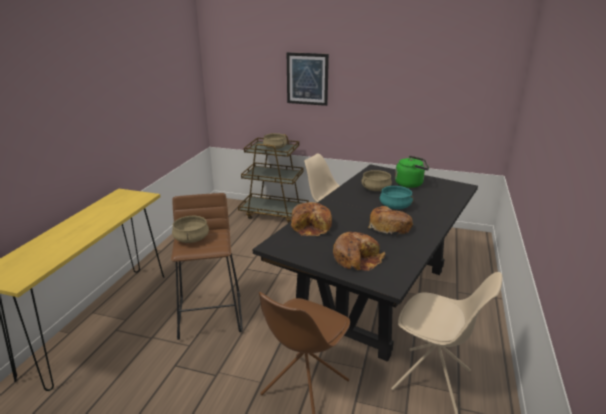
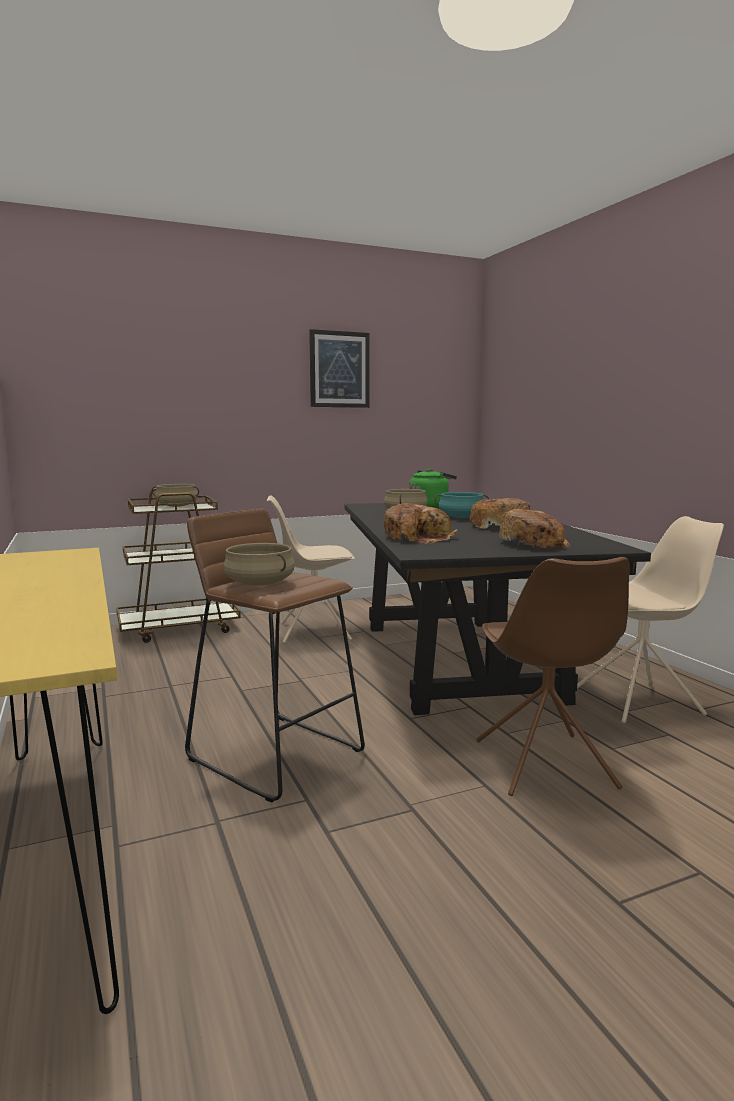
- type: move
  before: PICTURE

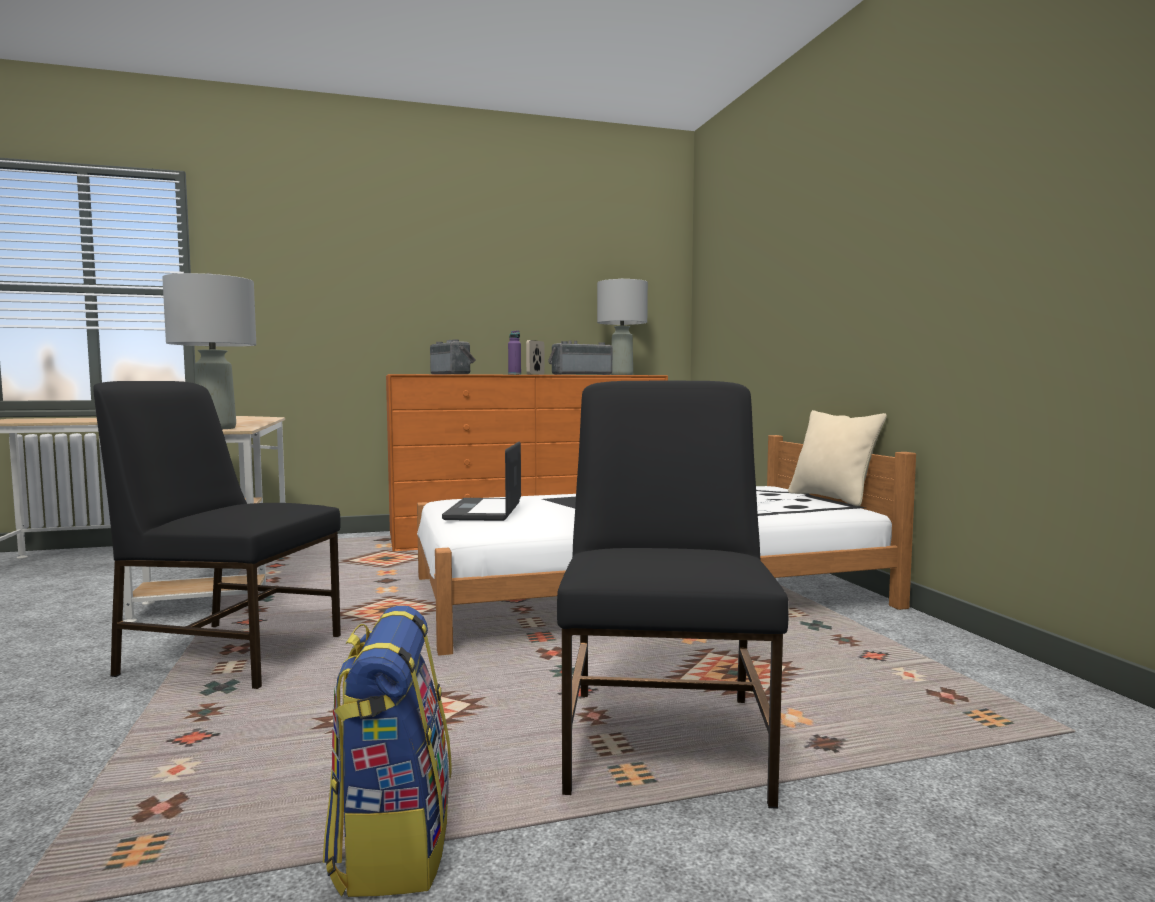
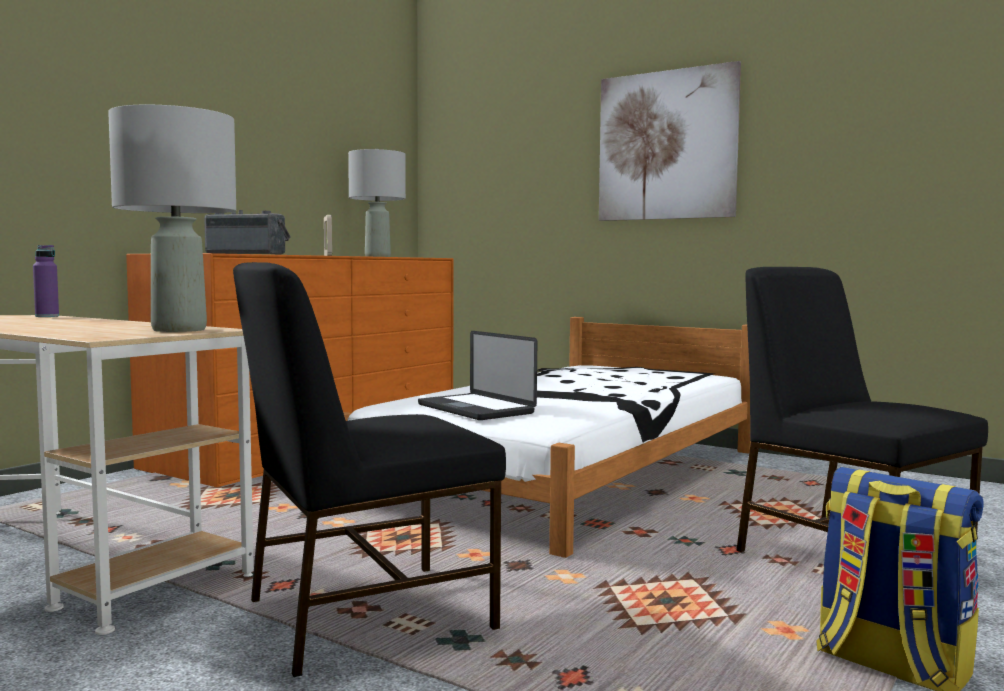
- type: delete
  before: RADIO (2nd from left)
- type: delete
  before: SAND-COLOURED CUSHION
- type: insert
  after: PICTURE
- type: move
  before: PURPLE BOTTLE

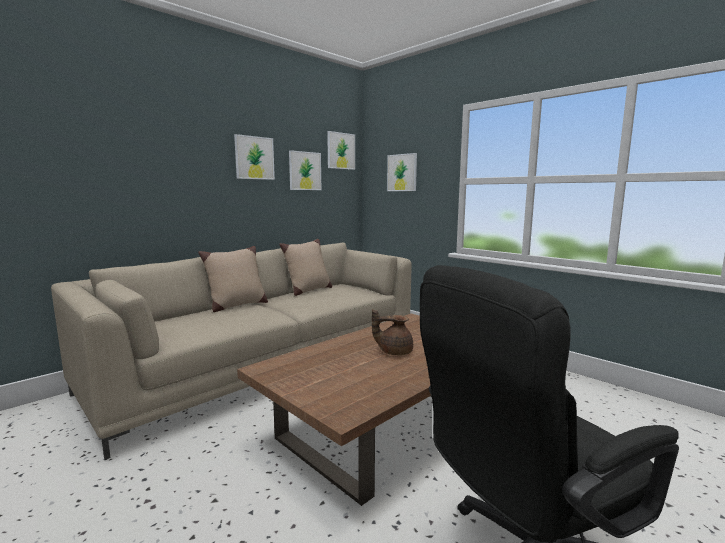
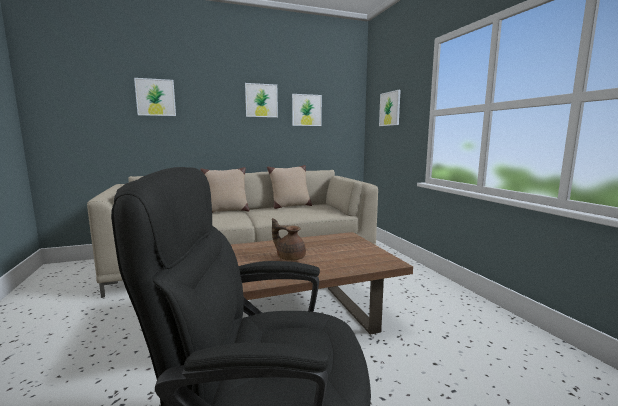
- type: move
  before: PICTURE (3rd from left in the first image)
  after: PICTURE (1st from left)

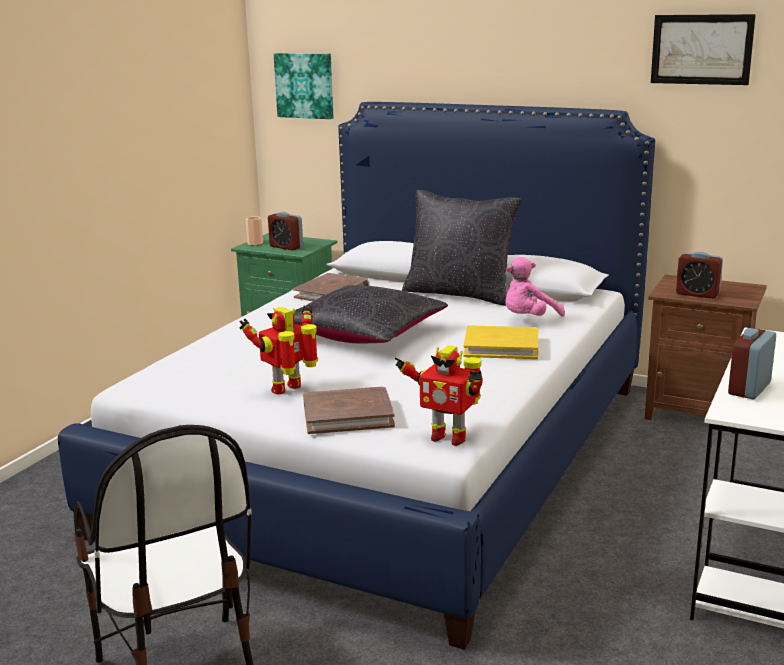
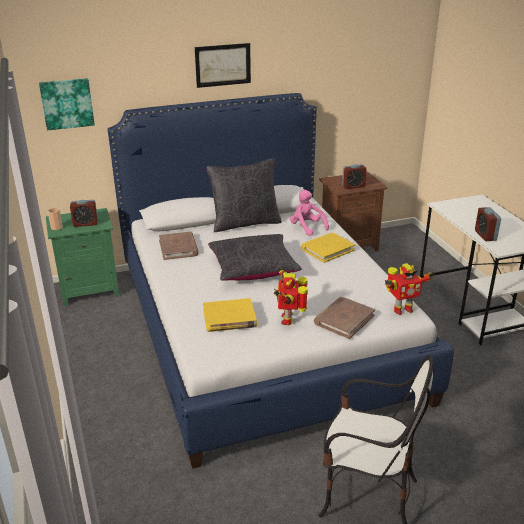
- type: insert
  after: YELLOW BOUND BOOK (1st from left)
- type: move
  before: PICTURE (2nd from left)
- type: rotate
  before: PINK PLUSH TOY
  turn: 135

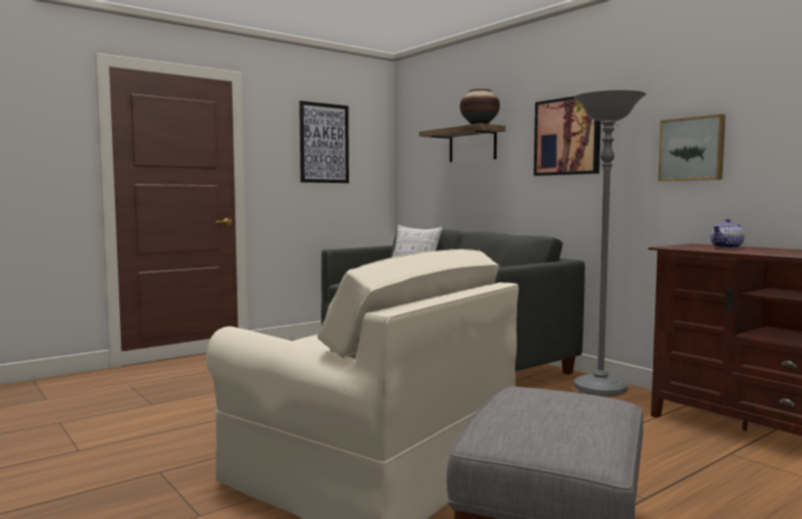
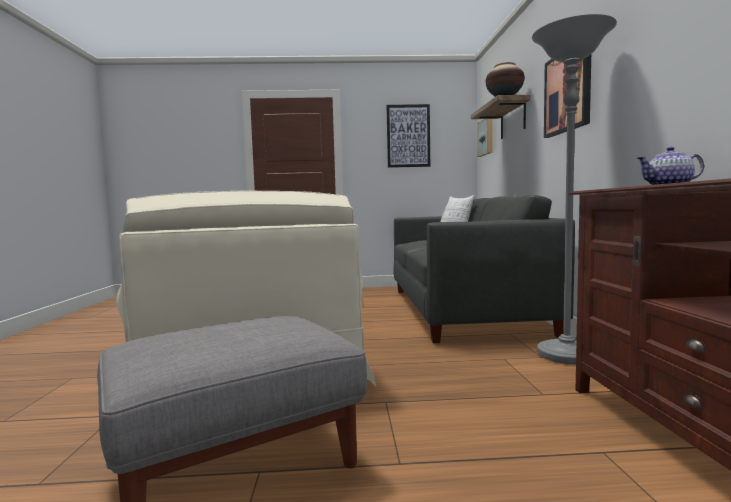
- type: move
  before: PICTURE (3rd from left in the first image)
  after: PICTURE (2nd from left)

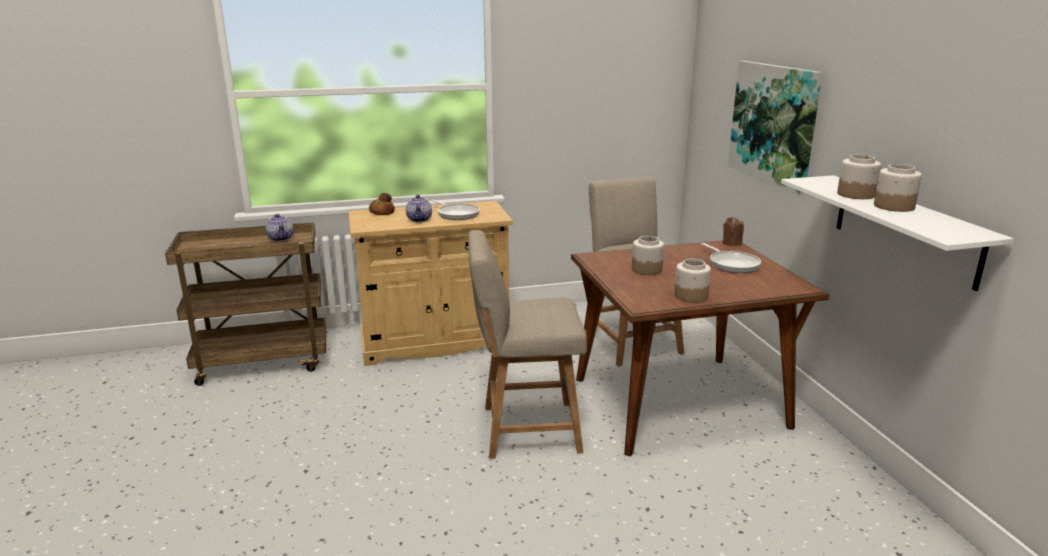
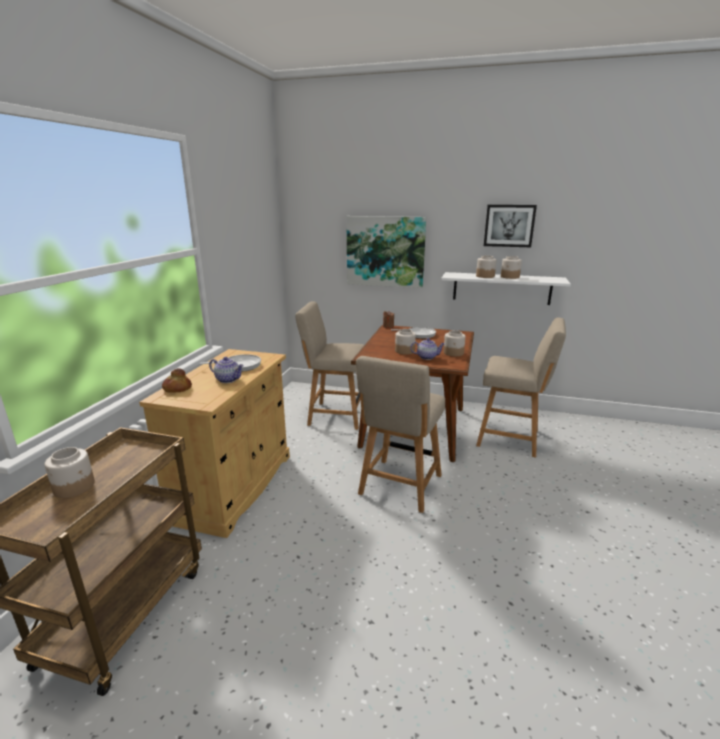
- type: insert
  after: STORAGE JAR (1st from left)
- type: insert
  after: SAND-COLOURED PLAIN CHAIR (3rd from left)
- type: insert
  after: PICTURE (2nd from left)
- type: move
  before: TEA POT (1st from left in the first image)
  after: TEA POT (2nd from left)

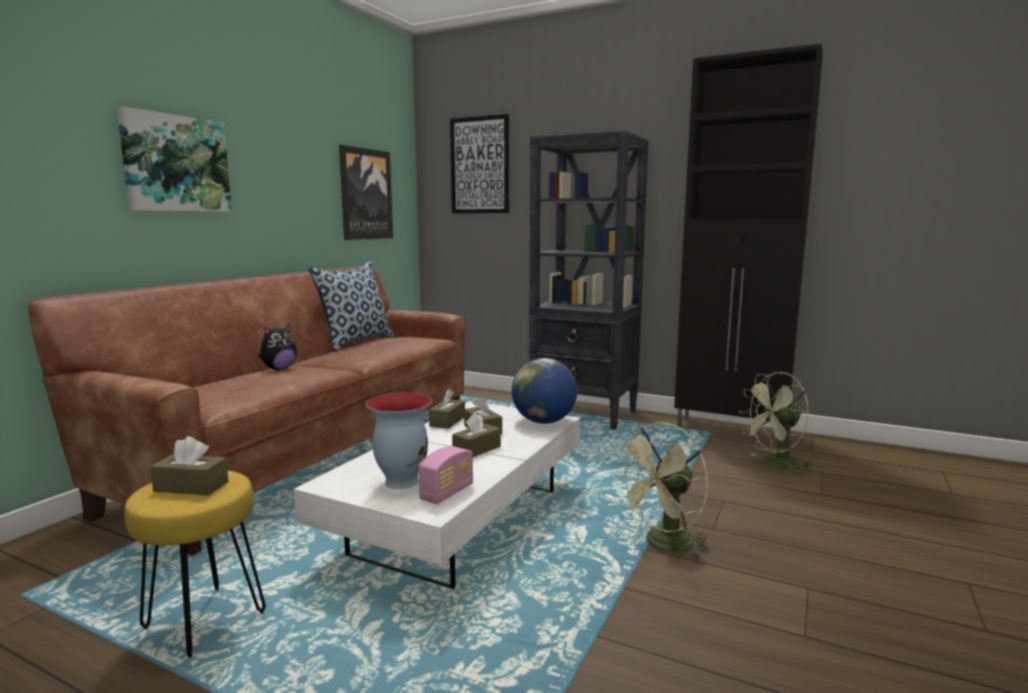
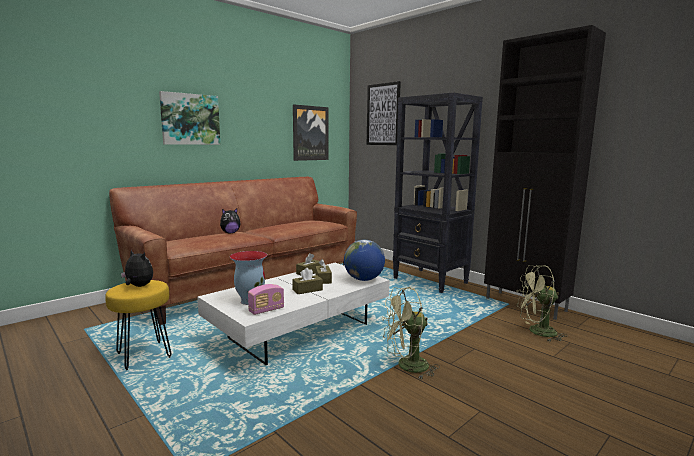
- type: delete
  before: CUSHION
- type: replace
  before: BROWN TISSUE HOLDER (1st from left)
  after: PLUSH TOY (1st from left)

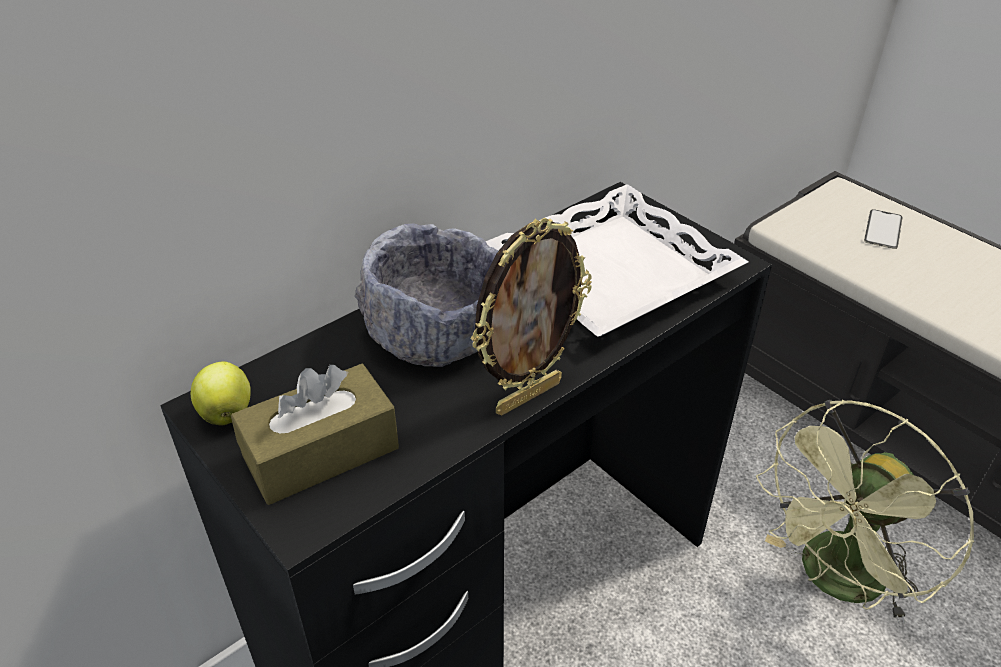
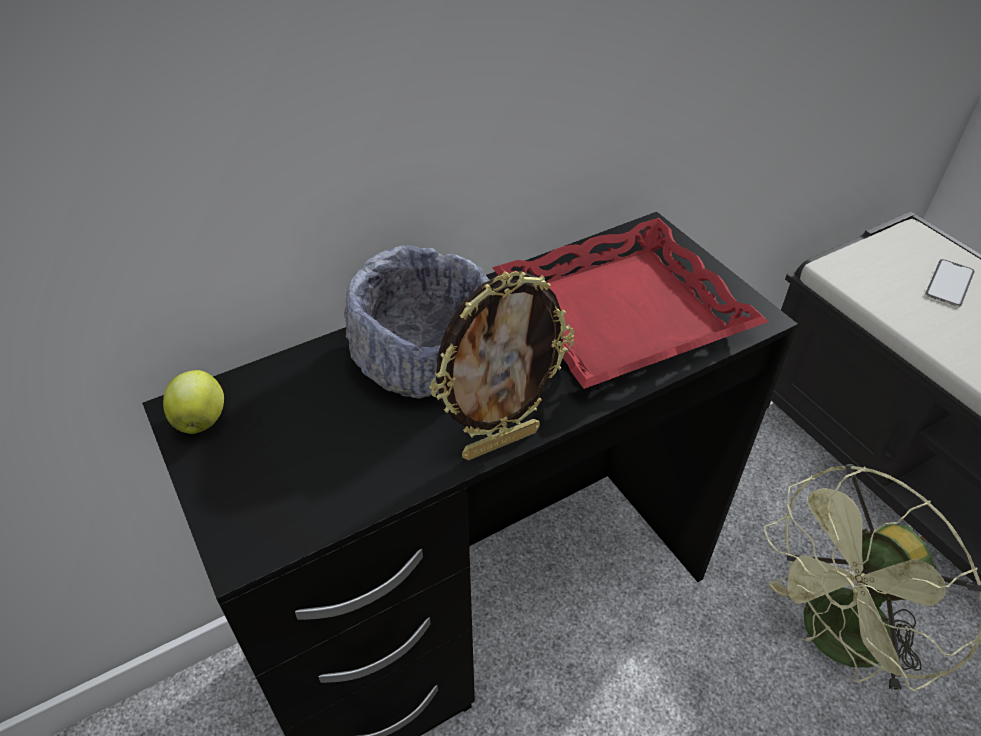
- type: delete
  before: BROWN TISSUE HOLDER
- type: recolor
  before: WHITE-COLOURED TRAY
  after: REDDISH TRAY

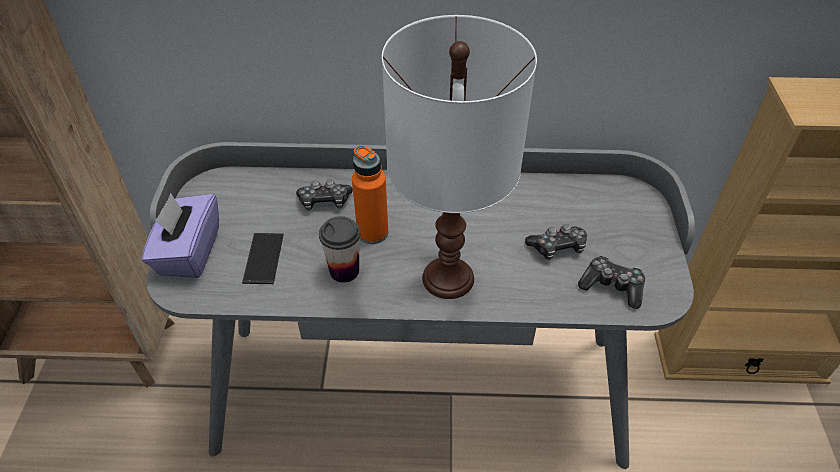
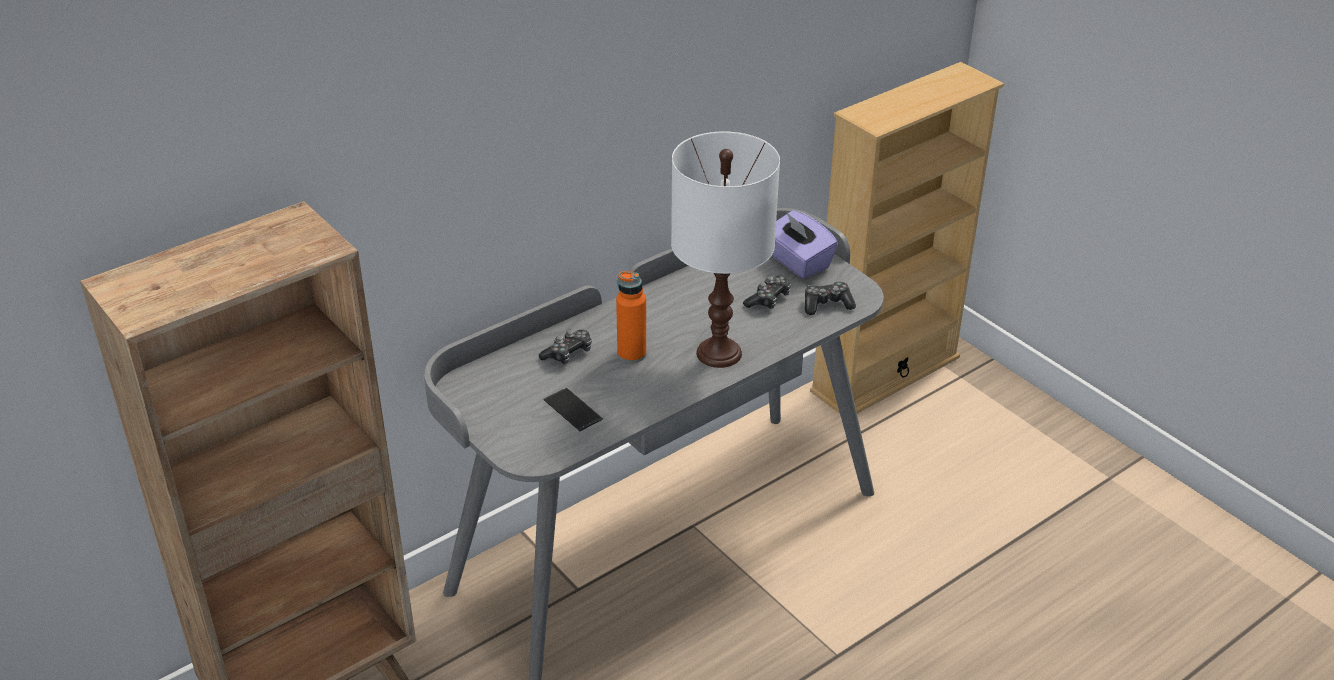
- type: delete
  before: CUP
- type: move
  before: PURPLE TISSUE HOLDER

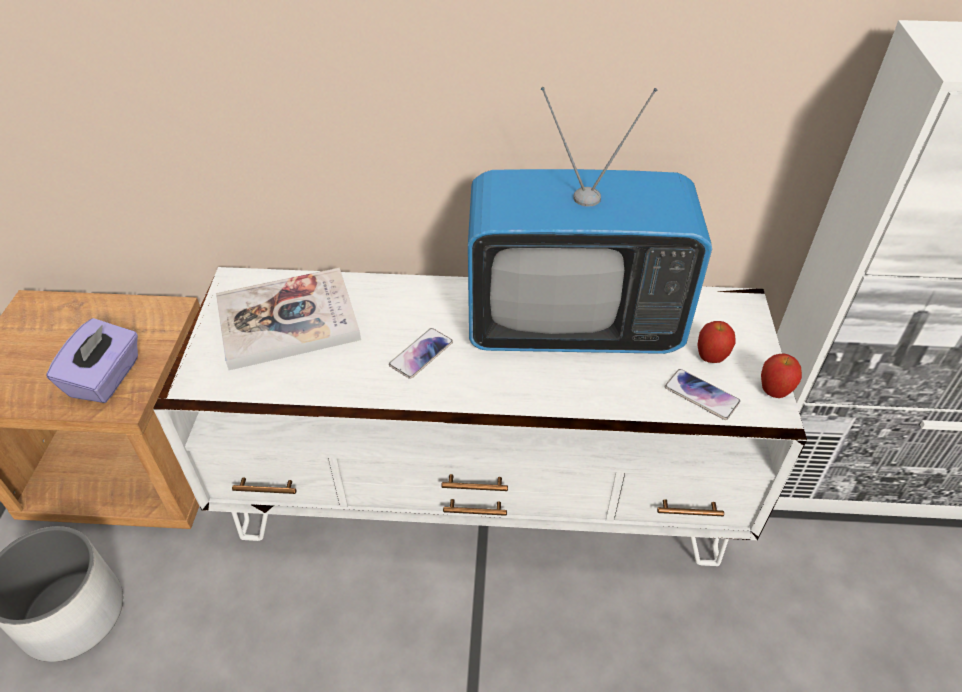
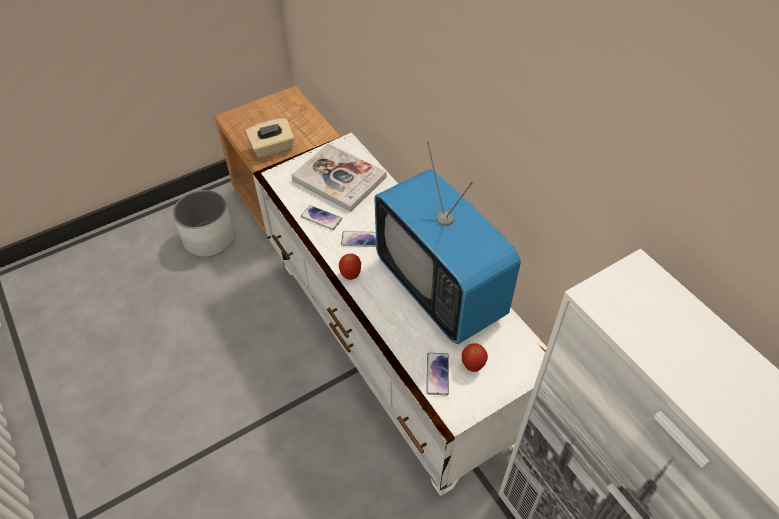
- type: insert
  after: HANDSET (1st from left)
- type: move
  before: APPLE FRUIT (2nd from left in the first image)
  after: APPLE FRUIT (1st from left)
- type: recolor
  before: PURPLE TISSUE HOLDER
  after: SAND-COLOURED TISSUE HOLDER

